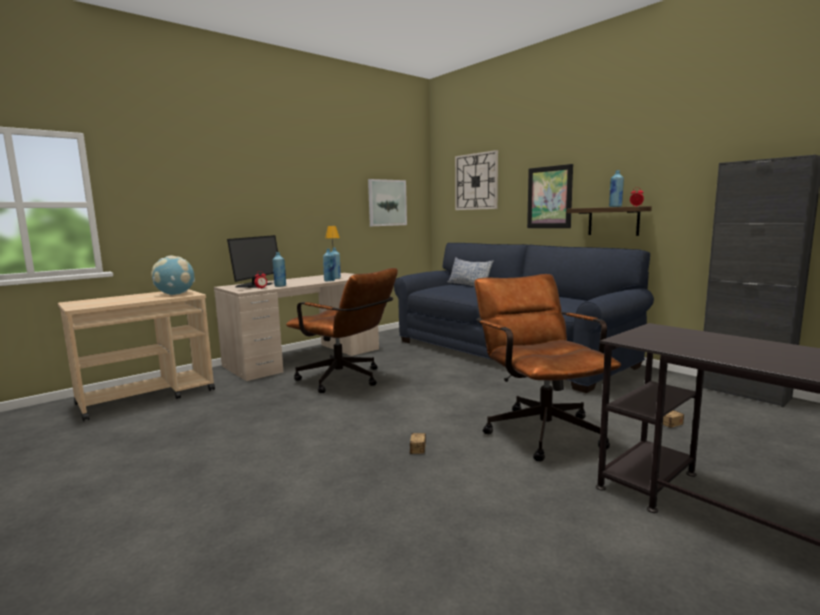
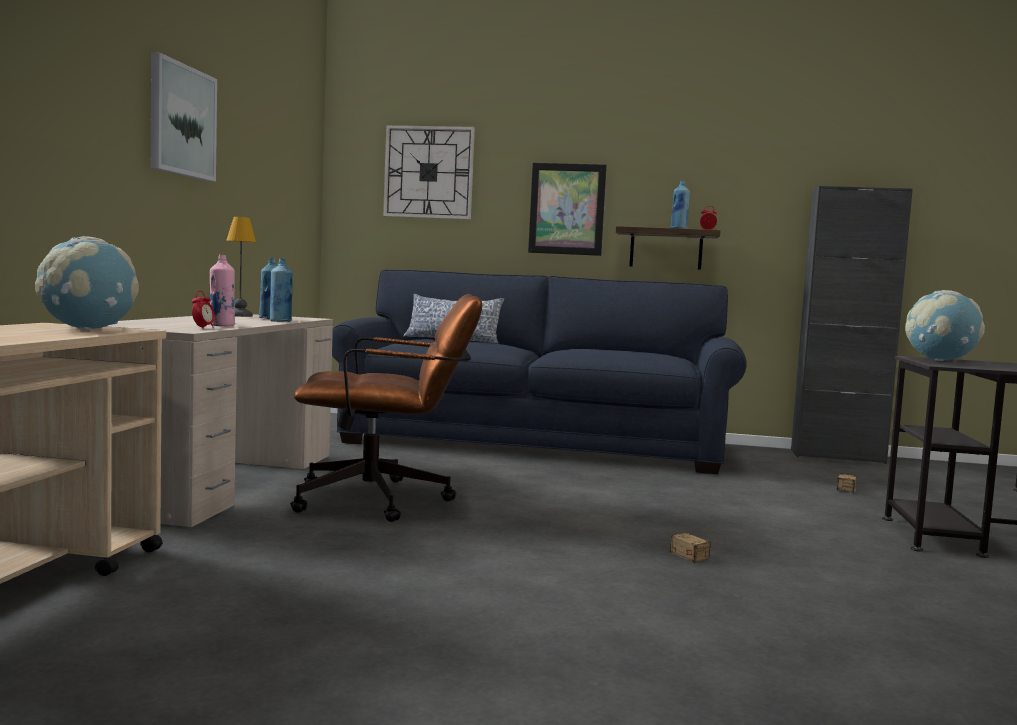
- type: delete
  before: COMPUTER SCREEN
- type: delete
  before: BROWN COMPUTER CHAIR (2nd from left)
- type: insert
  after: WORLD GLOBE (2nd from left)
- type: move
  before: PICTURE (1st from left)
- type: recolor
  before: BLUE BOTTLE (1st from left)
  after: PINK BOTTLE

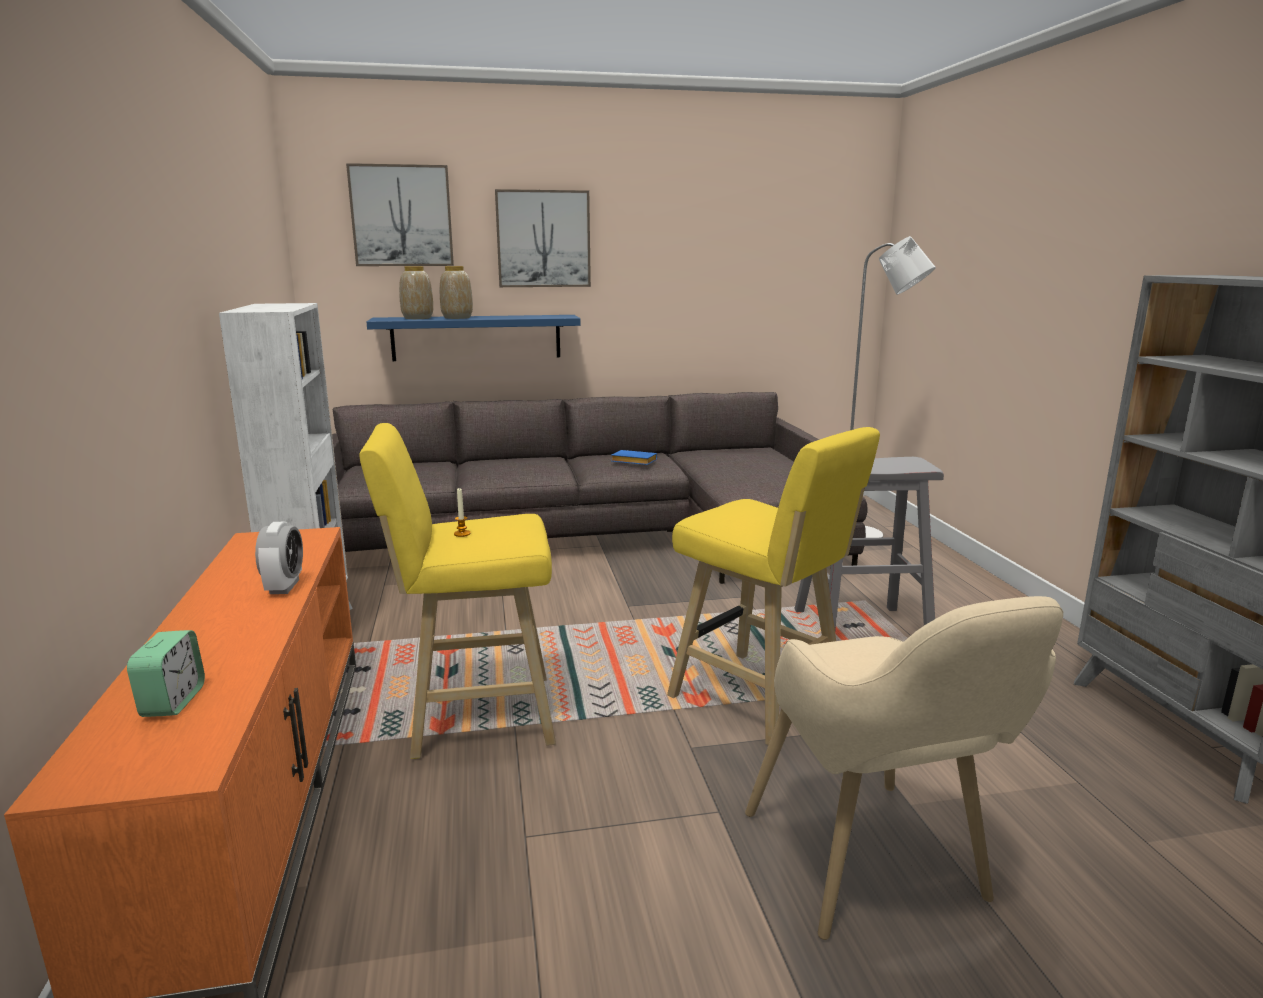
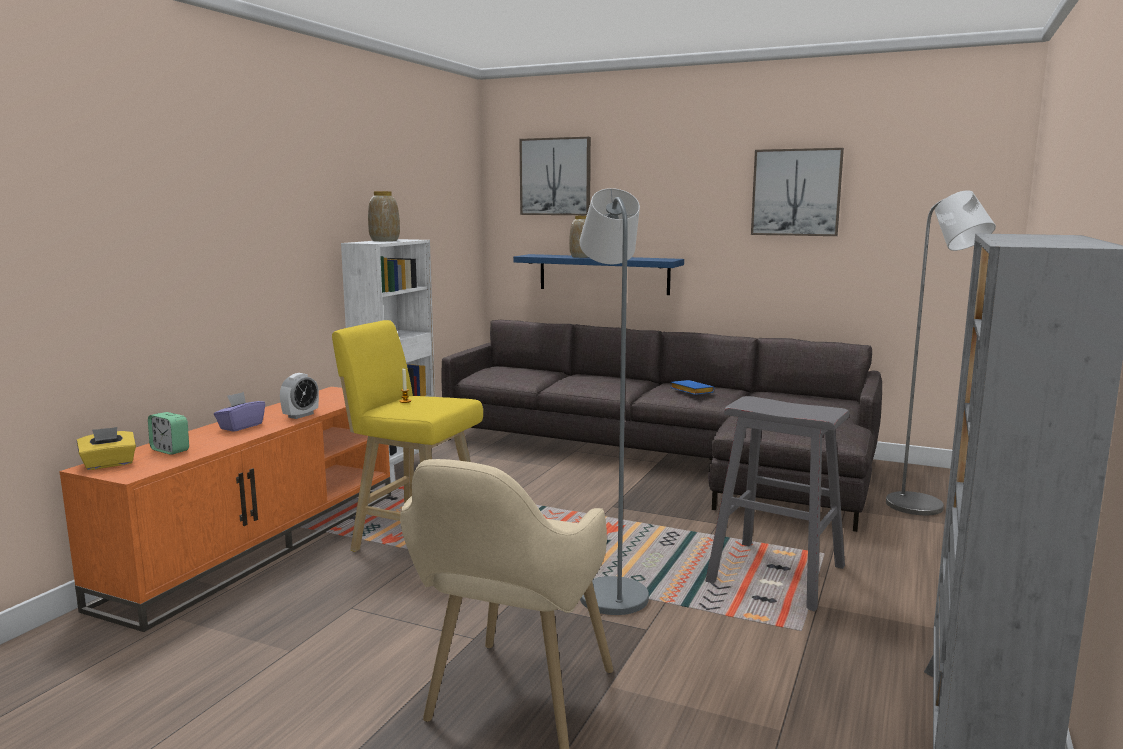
- type: insert
  after: YELLOW TISSUE HOLDER
- type: insert
  after: PURPLE TISSUE HOLDER
- type: move
  before: DECORATIVE VASE (1st from left)
- type: move
  before: PICTURE (2nd from left)
- type: replace
  before: YELLOW STOOL (2nd from left)
  after: GREY STANDARD LAMP (1st from left)
- type: rotate
  before: TABLE CLOCK (1st from left)
  turn: 90

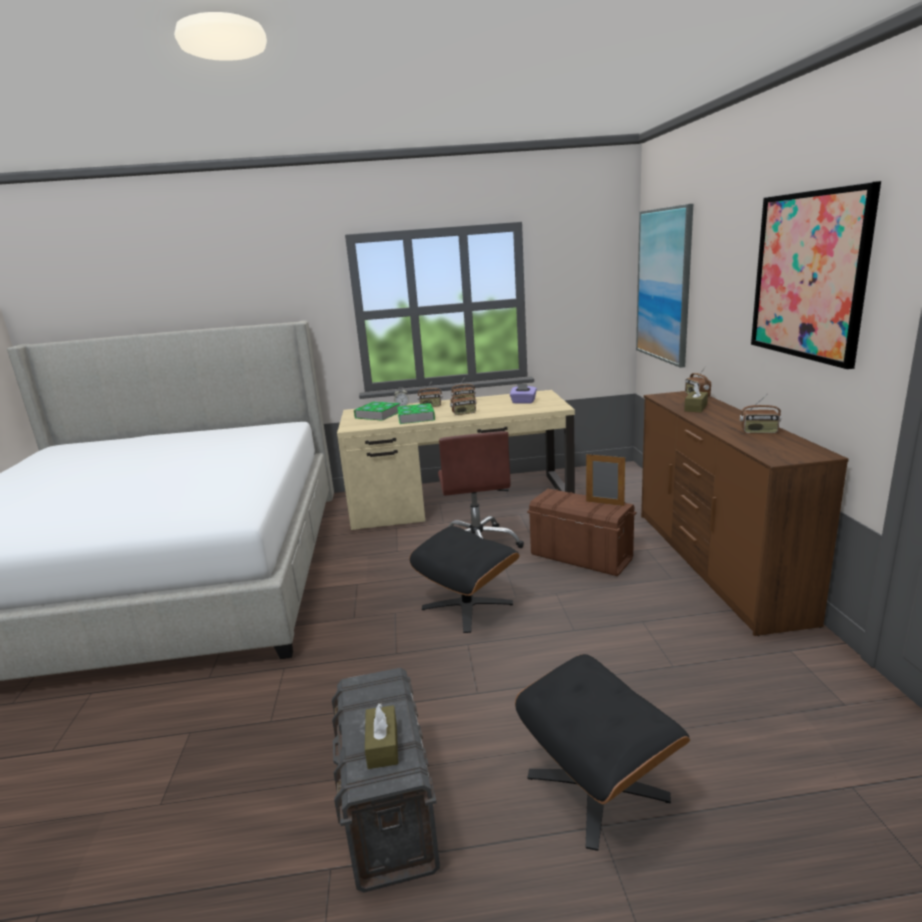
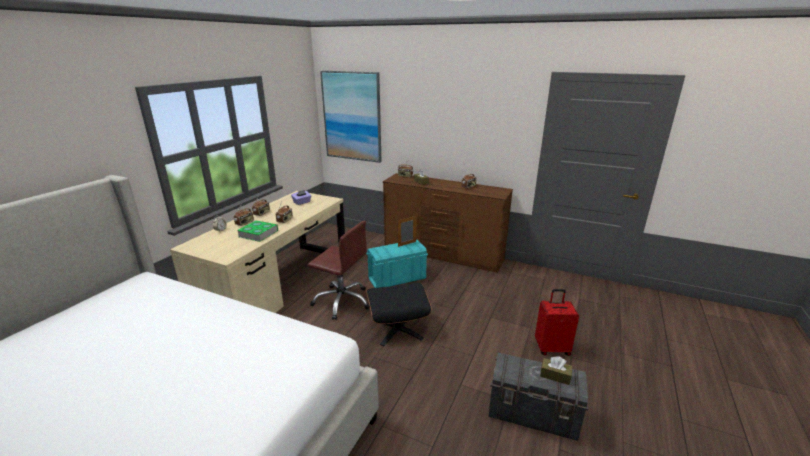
- type: delete
  before: BOUND BOOK (1st from left)
- type: delete
  before: PICTURE (2nd from left)
- type: replace
  before: BLACK OTTOMAN (2nd from left)
  after: REDDISH TRAVEL CASE
- type: recolor
  before: BROWN STORAGE BIN
  after: TURQUOISE-COLOURED STORAGE BIN

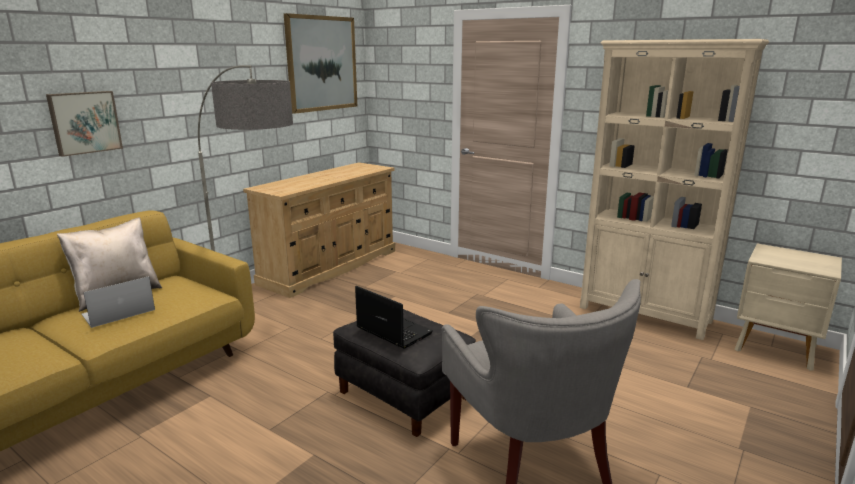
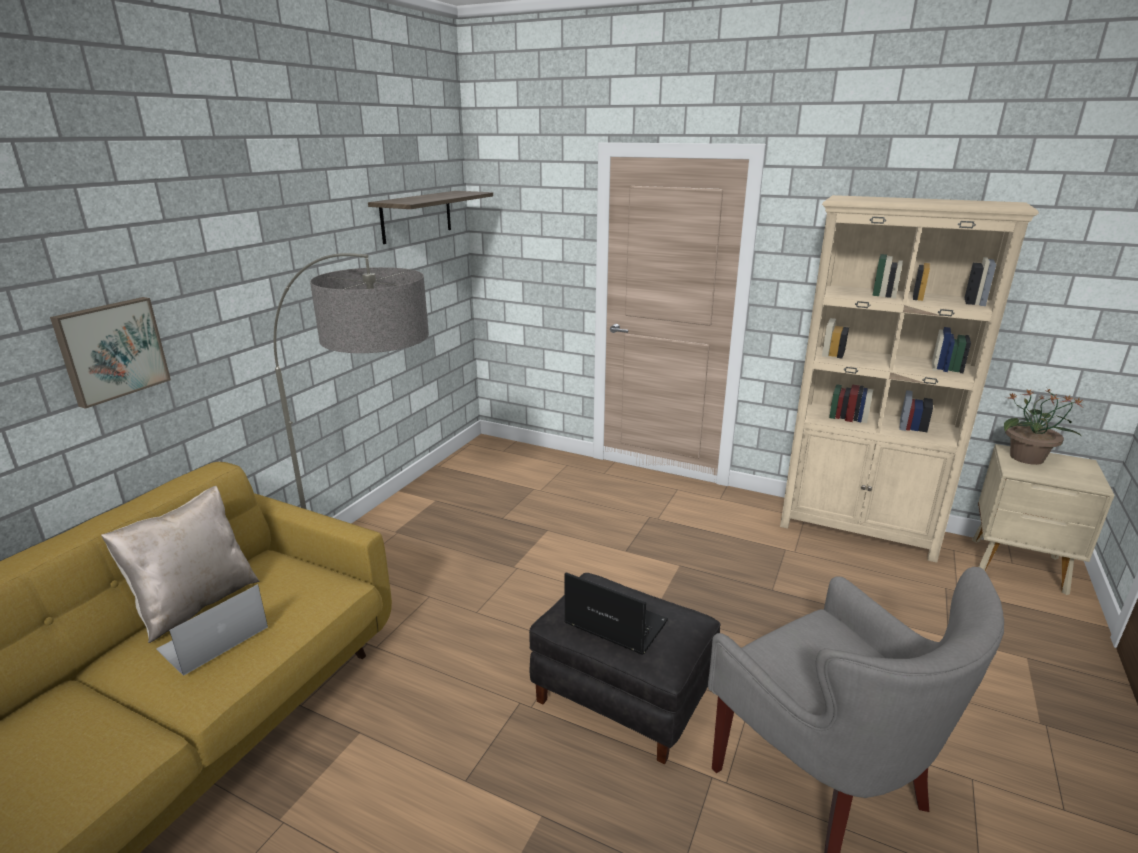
- type: delete
  before: SAND-COLOURED CHEST OF DRAWERS
- type: insert
  after: HOUSEPLANT
- type: replace
  before: PICTURE (2nd from left)
  after: SHELF

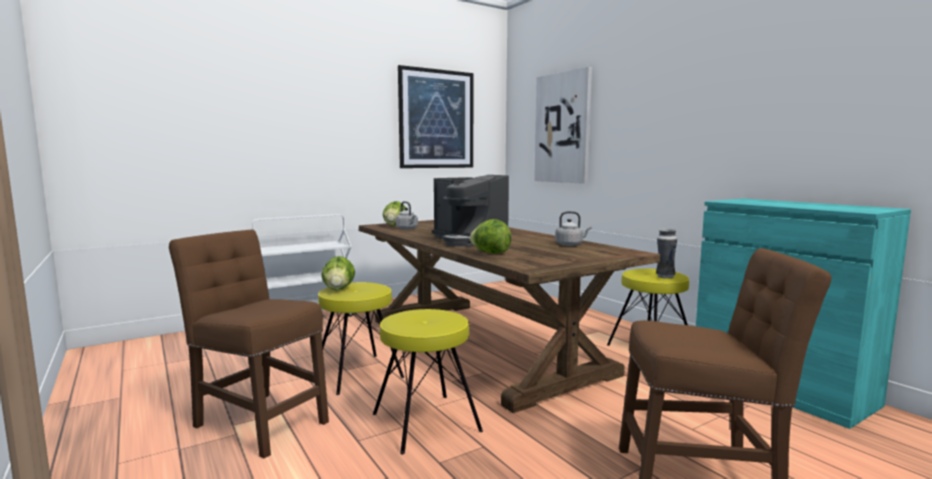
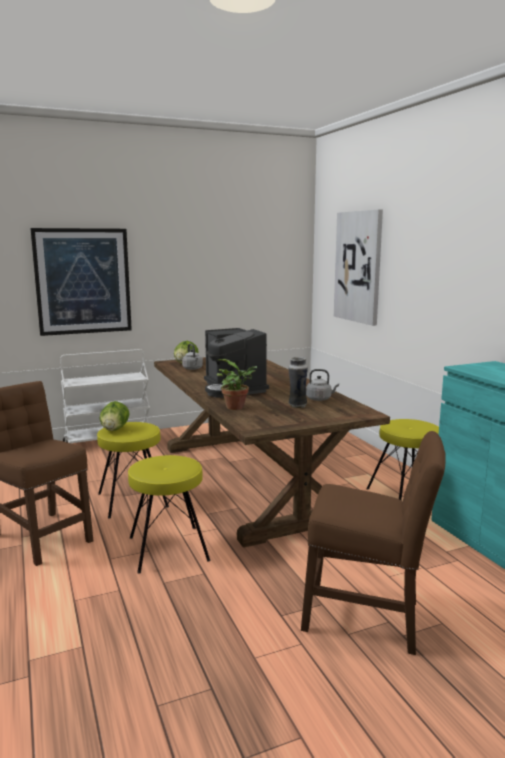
- type: move
  before: PICTURE (1st from left)
- type: move
  before: DECORATIVE VASE
- type: replace
  before: HEAD OF LETTUCE (3rd from left)
  after: HOUSEPLANT

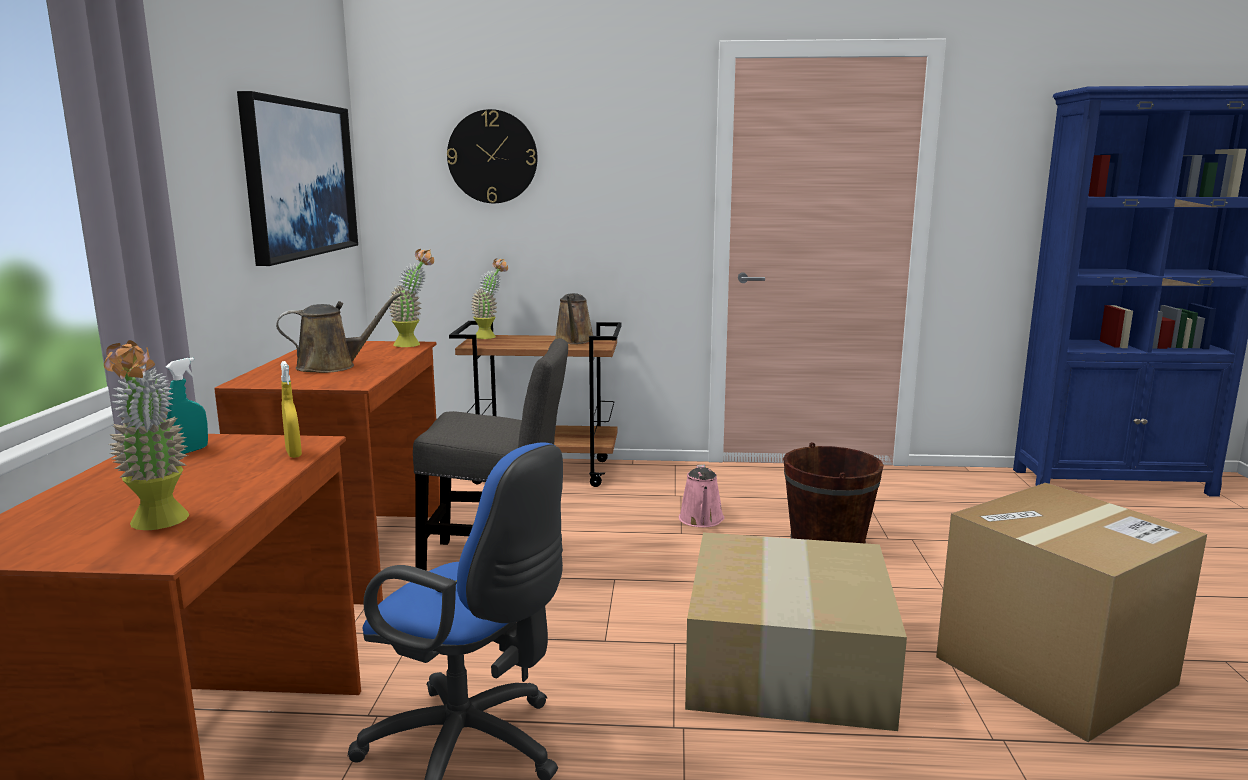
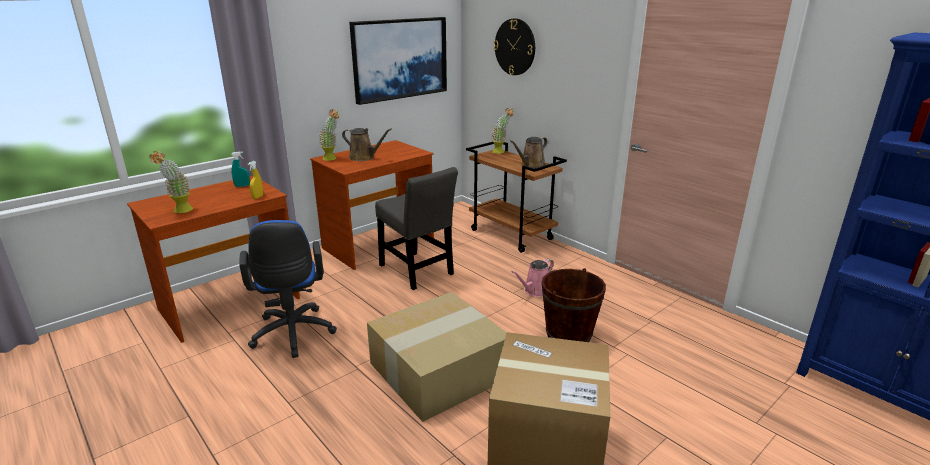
- type: move
  before: HOUSEPLANT (2nd from left)

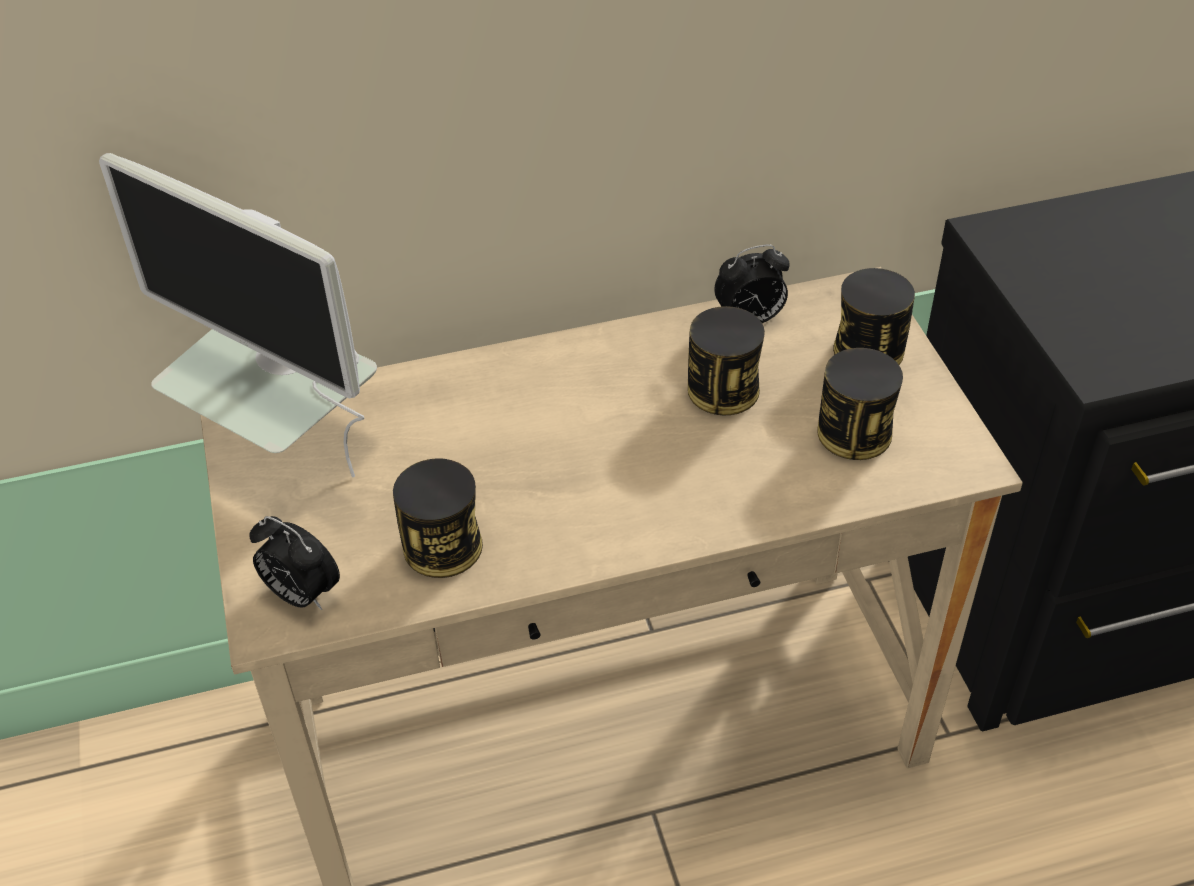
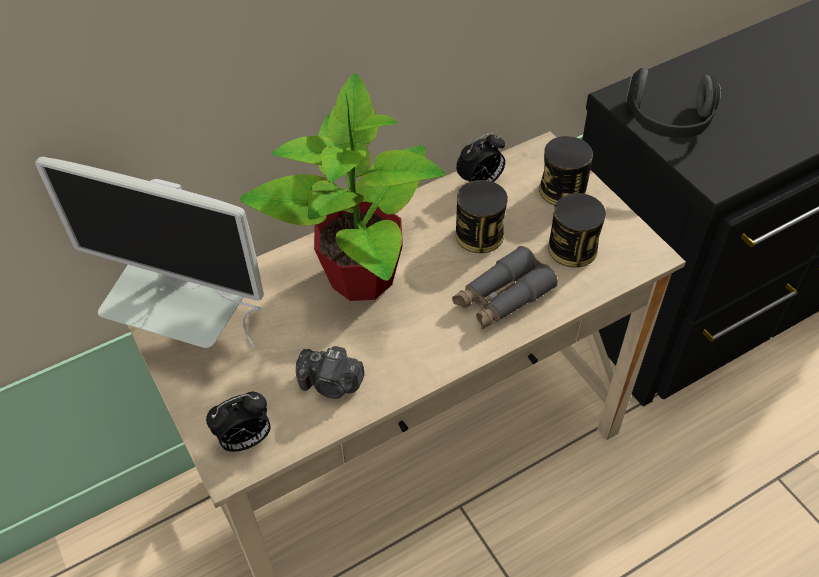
- type: insert
  after: HOUSEPLANT
- type: insert
  after: GREY FIELD GLASSES
- type: insert
  after: PAIR OF HEADPHONES
- type: replace
  before: SEALED CAN (1st from left)
  after: STILL CAMERA
- type: rotate
  before: TABLE CLOCK (1st from left)
  turn: -45

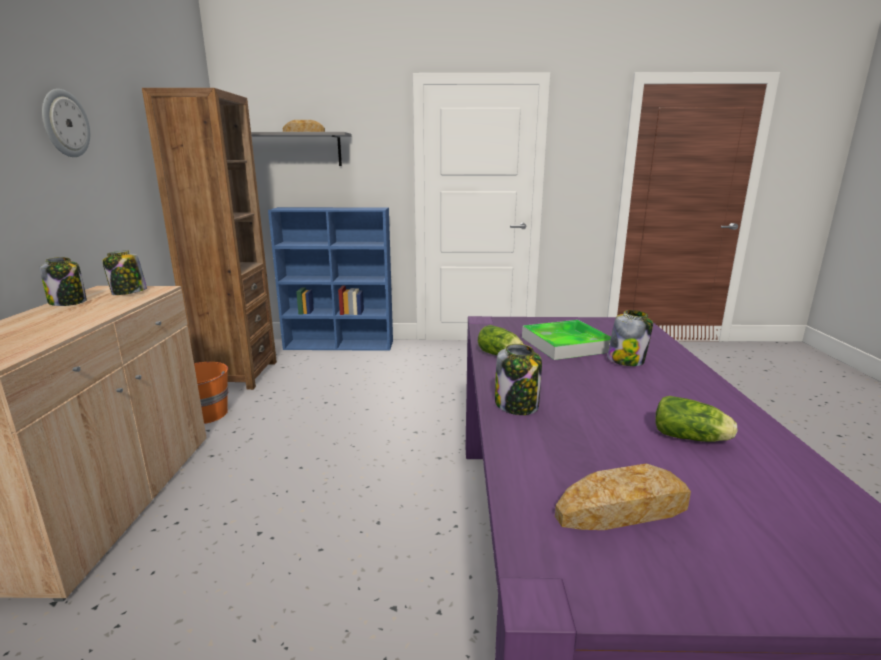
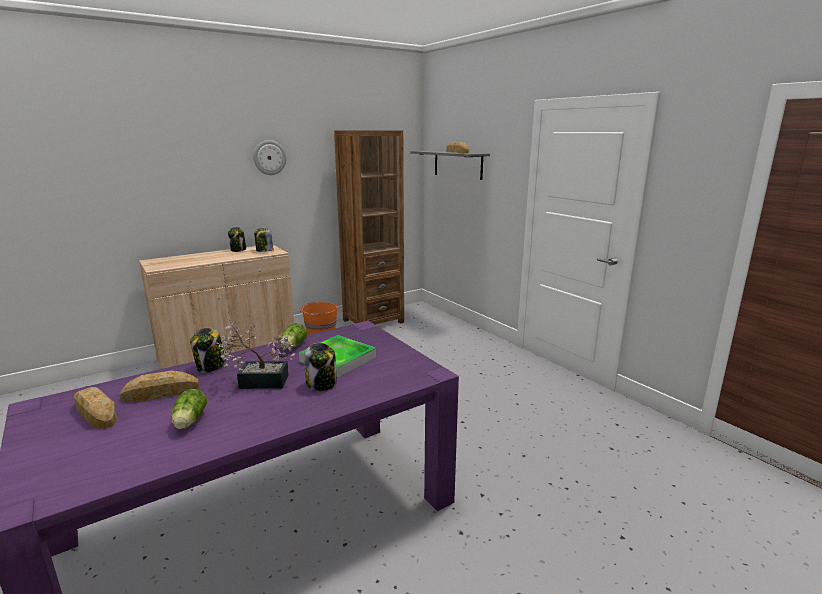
- type: delete
  before: BLUE SHELVING UNIT
- type: insert
  after: BAKED BREAD (2nd from left)
- type: insert
  after: HOUSEPLANT

